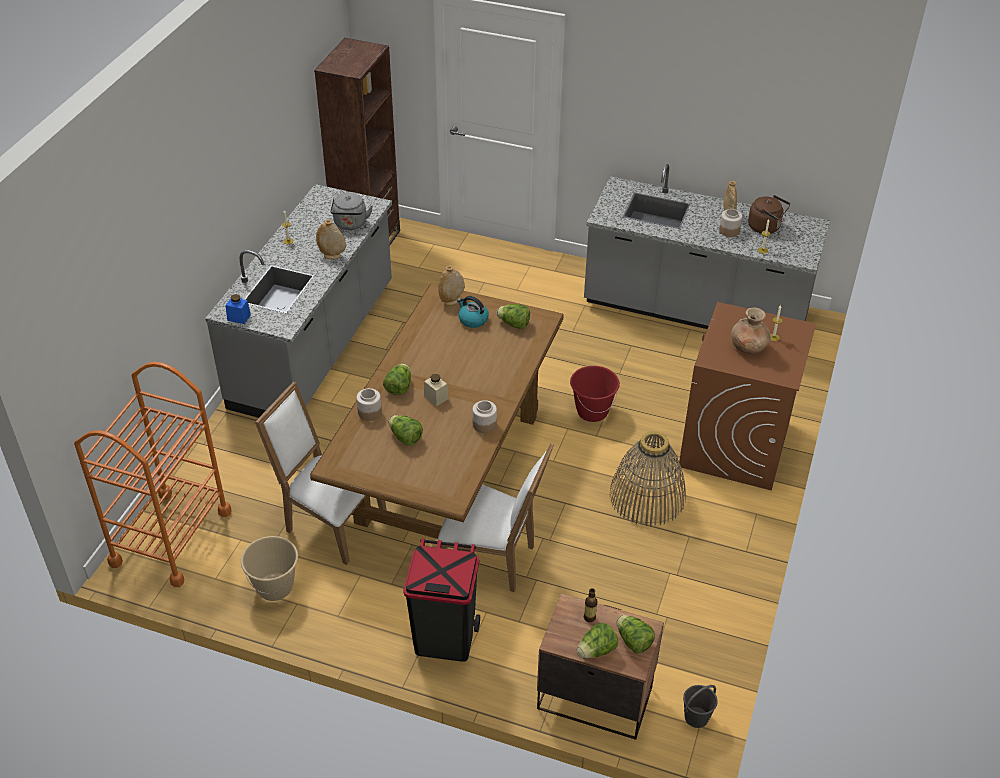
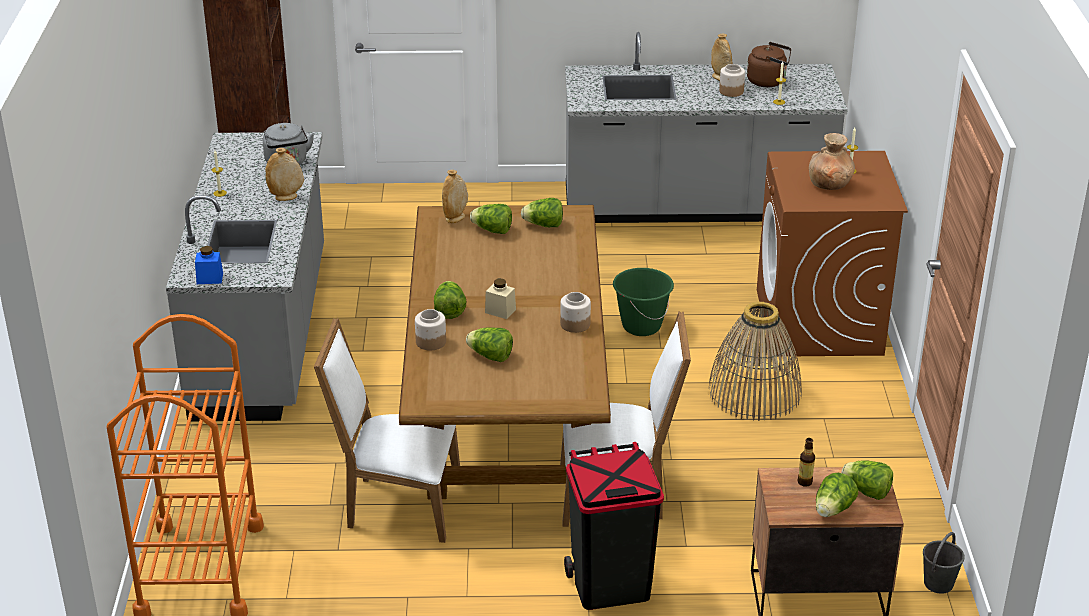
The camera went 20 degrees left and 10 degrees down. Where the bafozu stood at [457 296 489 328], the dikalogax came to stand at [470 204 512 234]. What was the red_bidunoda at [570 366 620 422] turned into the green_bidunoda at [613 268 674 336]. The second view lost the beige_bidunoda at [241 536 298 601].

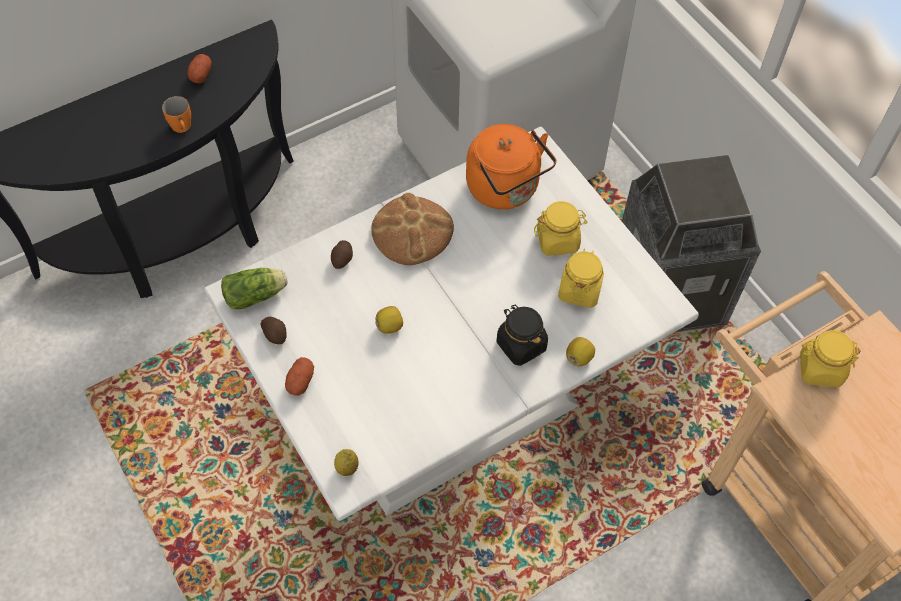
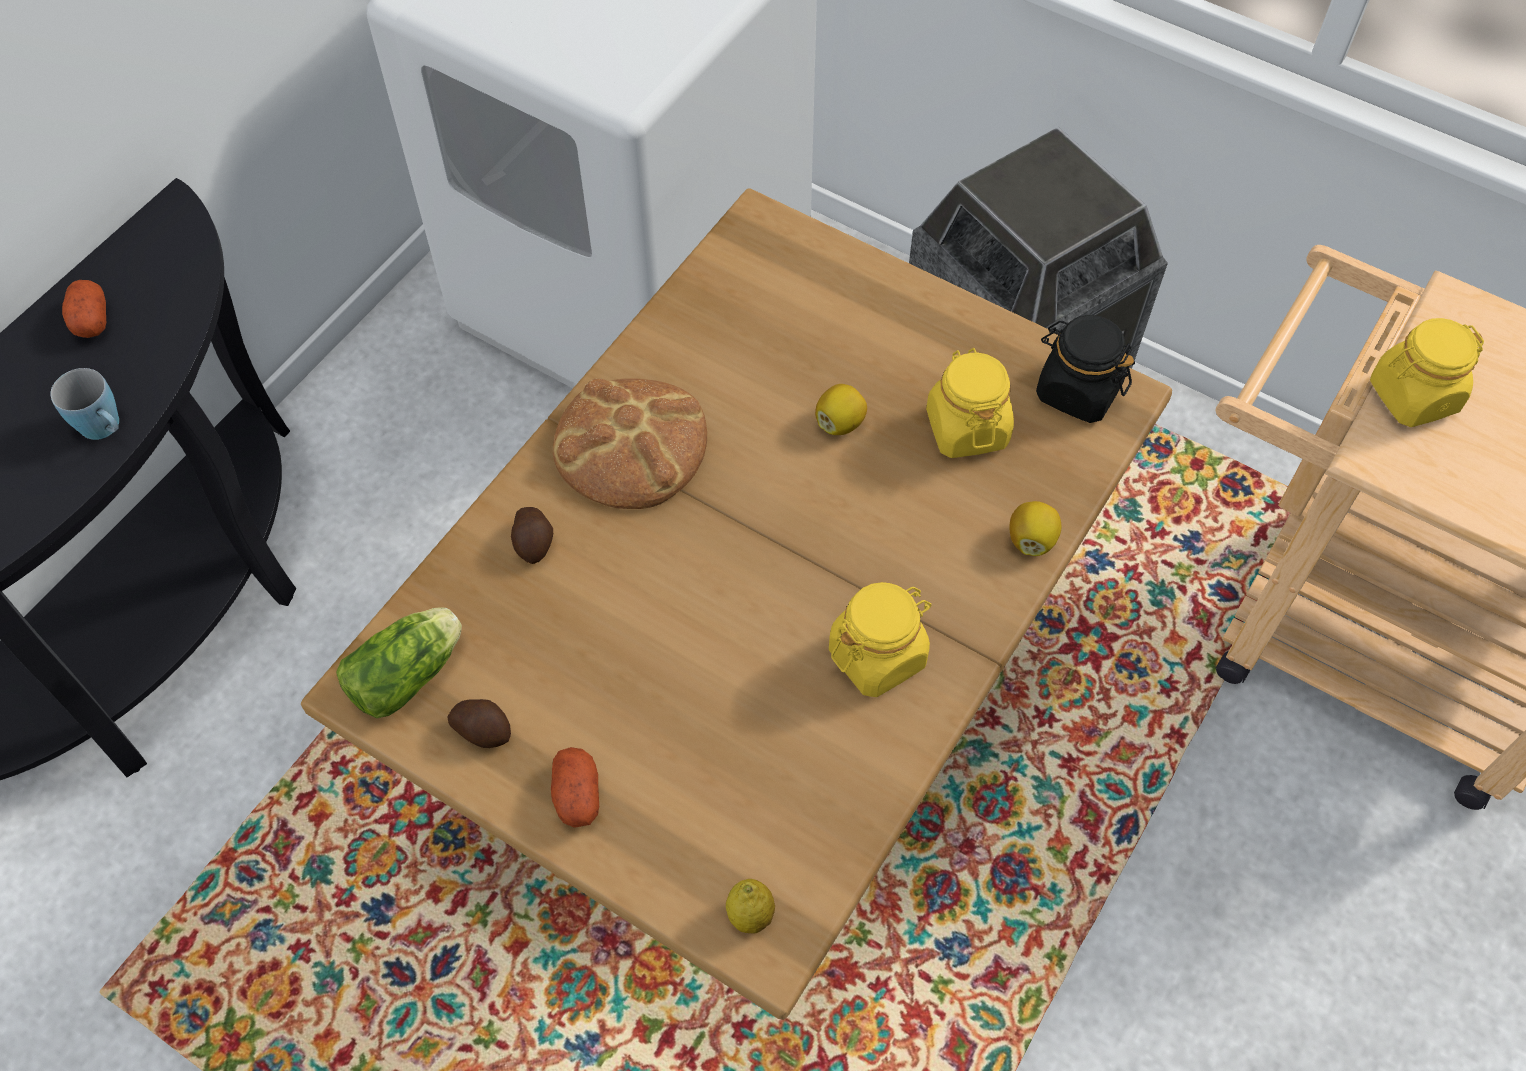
The camera went 25 degrees left and 0 degrees up. What was the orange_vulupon at [162 96 191 133] turned into the blue_vulupon at [50 368 119 440]. What was the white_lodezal at [204 127 699 521] turned into the brown_lodezal at [301 188 1172 1020]. The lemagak ended up elsewhere, having gone from [375 306 403 334] to [815 384 867 435]. The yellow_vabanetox ended up elsewhere, having gone from [534 201 588 256] to [829 582 932 697]. The black_vabanetox ended up elsewhere, having gone from [496 305 548 366] to [1036 315 1135 423]. The second view lost the orange_bafozu at [466 124 556 209].

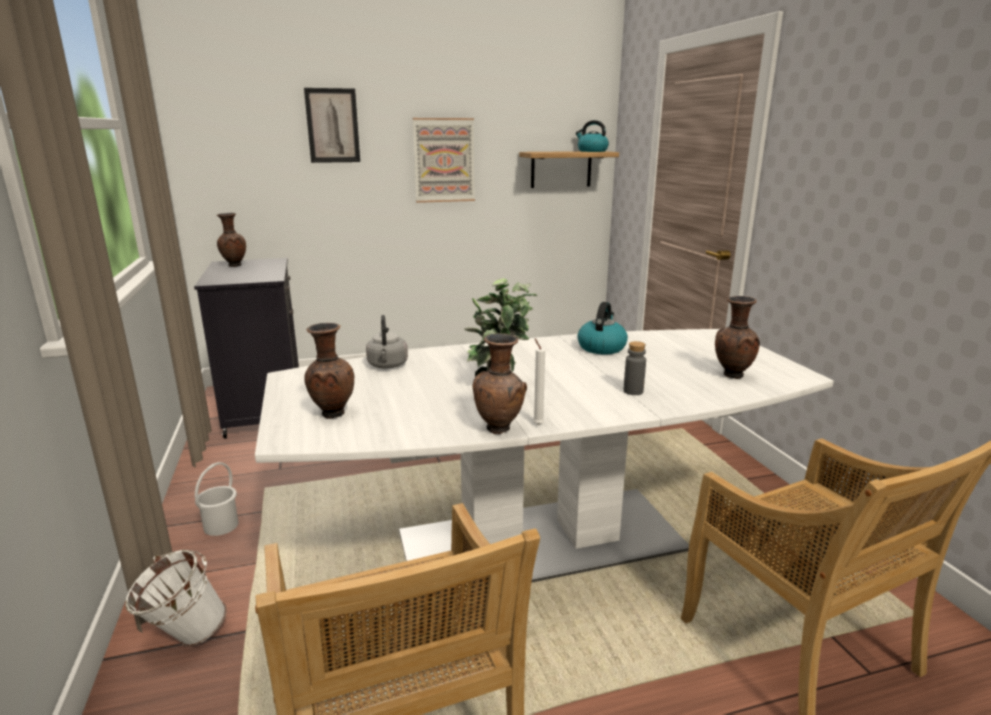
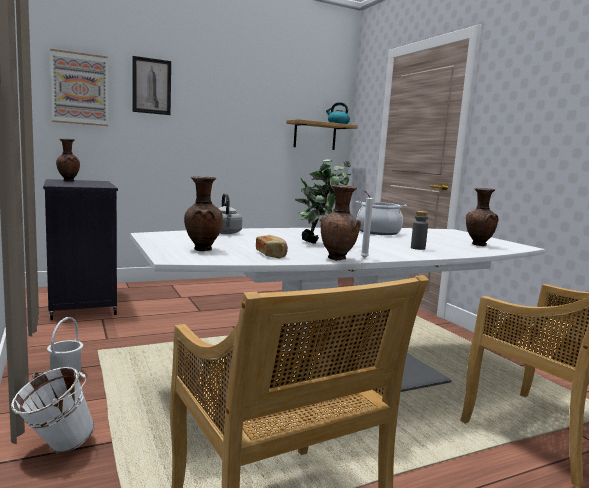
The camera went 10 degrees left and 10 degrees down. The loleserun ended up elsewhere, having gone from [413 118 475 203] to [50 49 108 126]. The second view gained the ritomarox at [256 235 288 259]. Where the bafozu stood at [577 302 628 354], the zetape came to stand at [356 201 407 235].

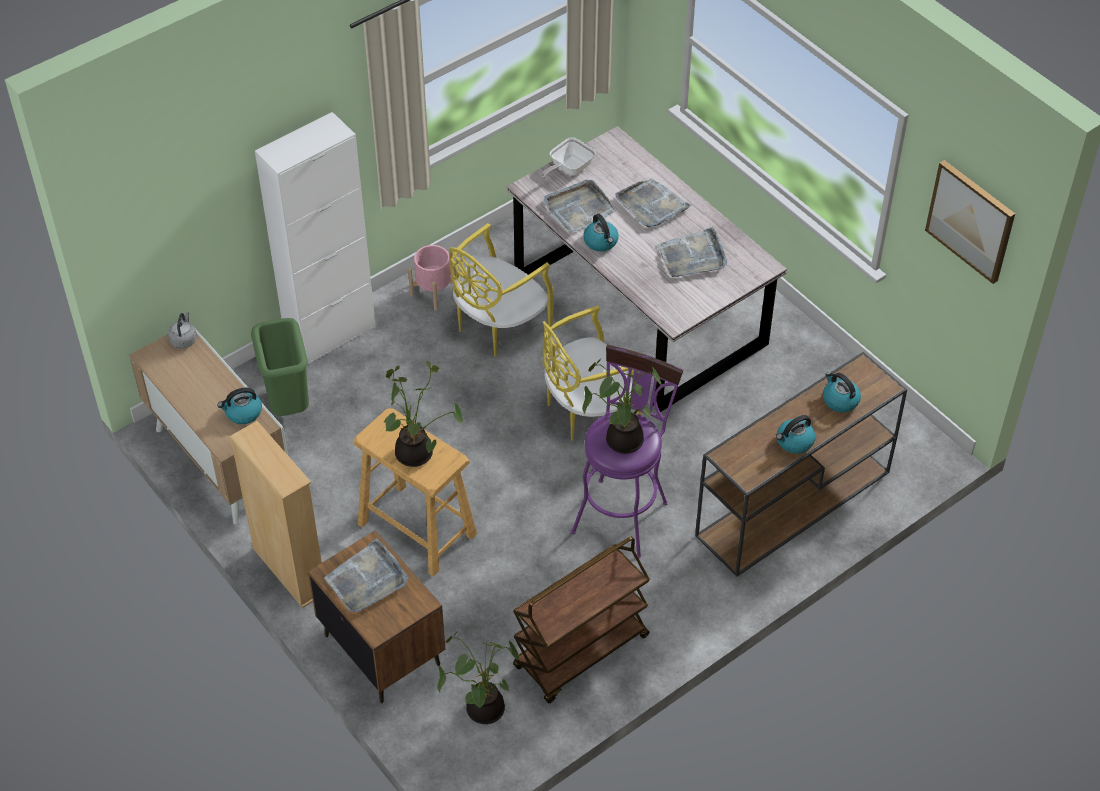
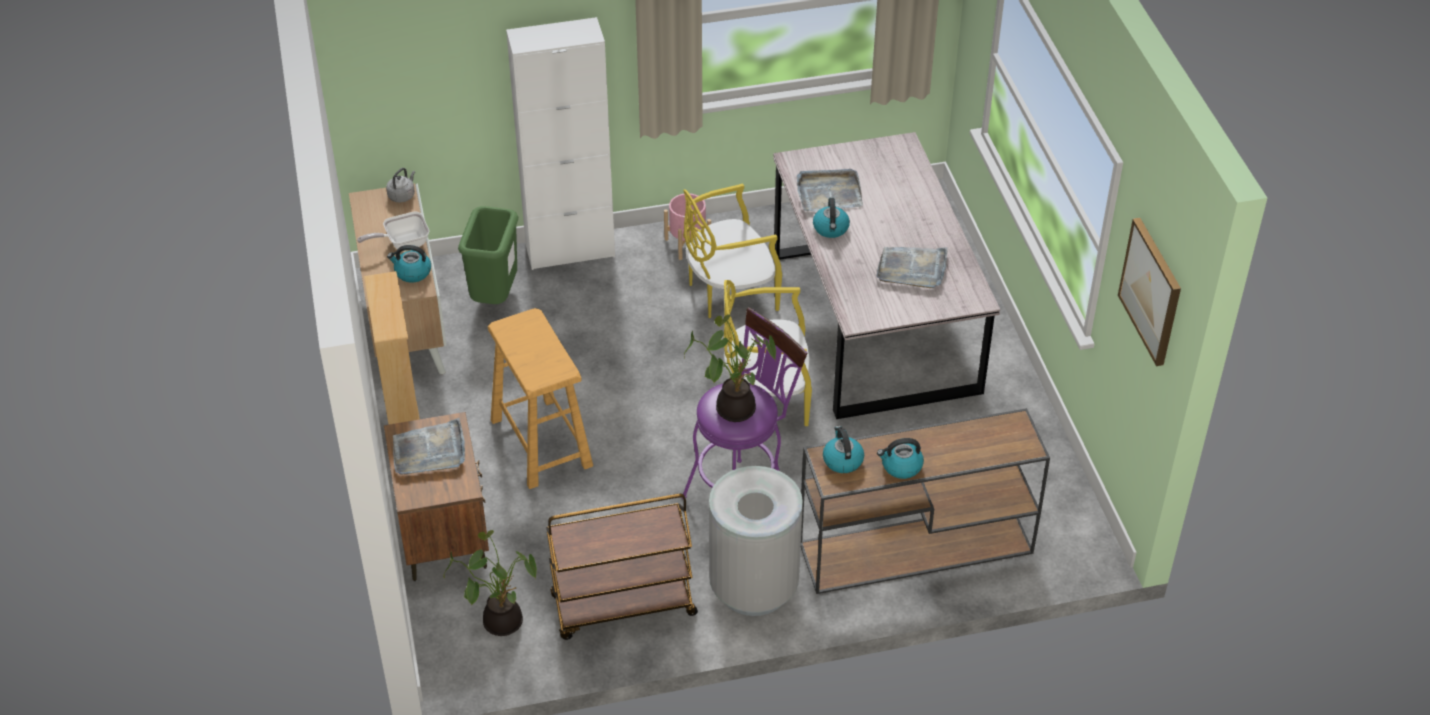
The camera went 25 degrees right and 5 degrees down. The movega ended up elsewhere, having gone from [540 137 596 179] to [357 211 429 249]. The second view gained the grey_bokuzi at [709 466 803 616]. The bafozu ended up elsewhere, having gone from [823 371 861 412] to [823 426 864 473]. The second view lost the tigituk at [383 361 463 467]. The second view lost the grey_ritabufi at [616 178 692 227].

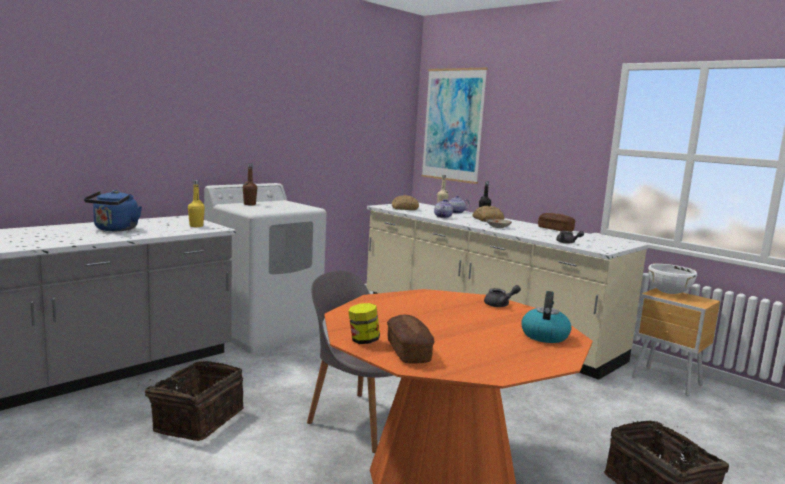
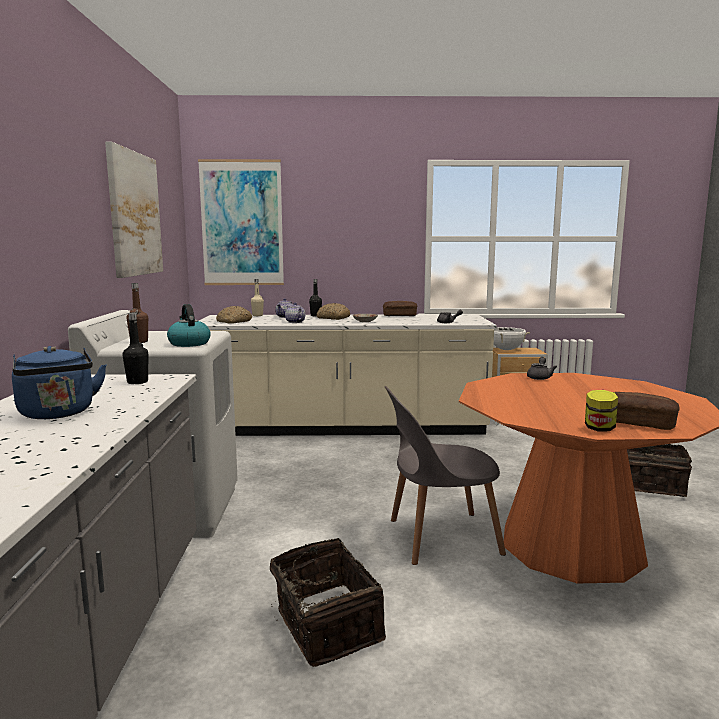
The camera went 45 degrees left and 0 degrees up. The second view gained the loleserun at [105 141 163 278]. What was the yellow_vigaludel at [188 180 205 227] turned into the black_vigaludel at [123 313 149 384]. The bafozu ended up elsewhere, having gone from [521 291 571 343] to [167 304 211 347].

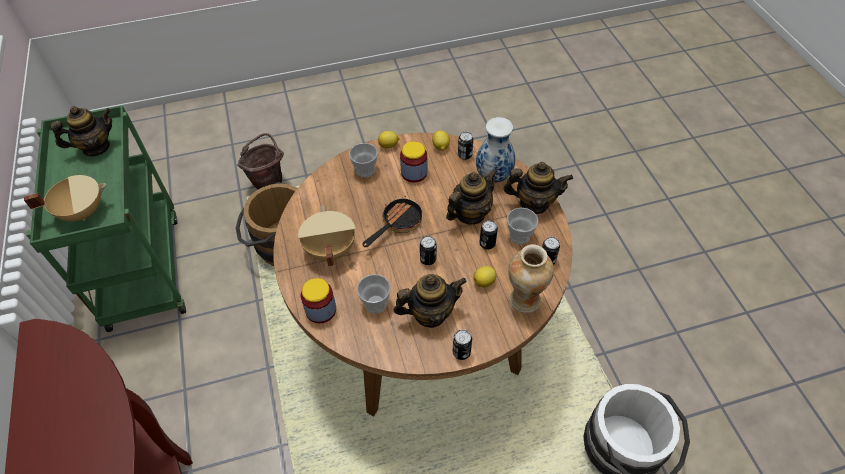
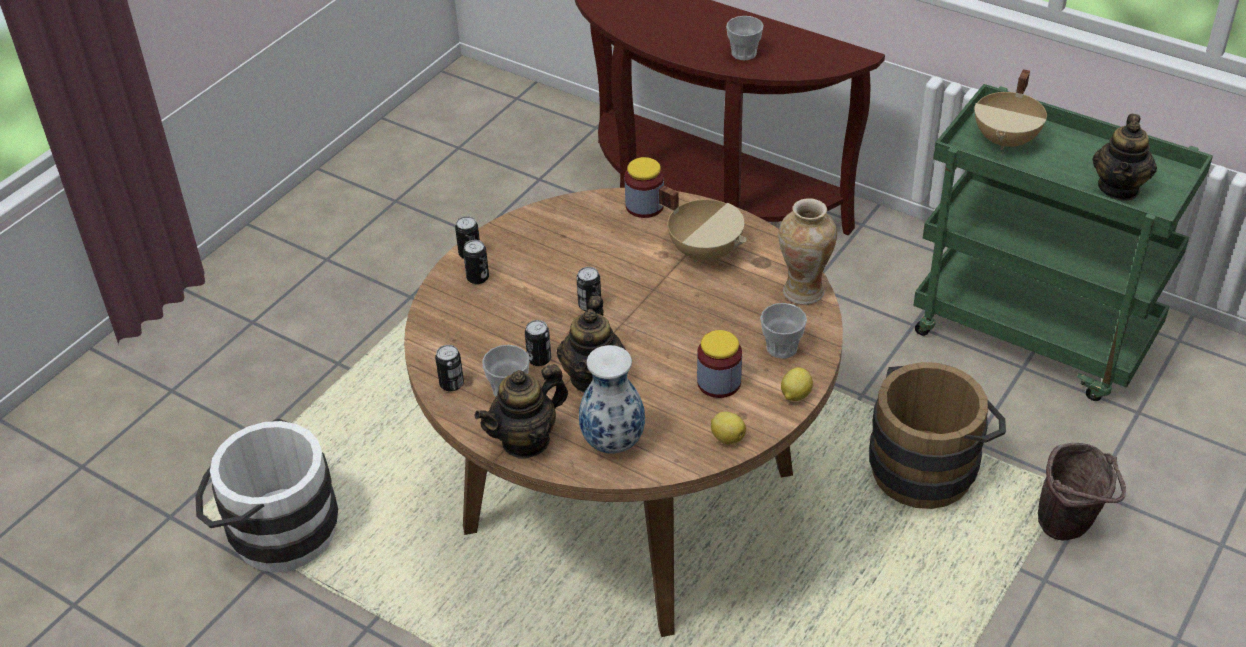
The camera went 140 degrees right and 10 degrees down. The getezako ended up elsewhere, having gone from [458 132 473 160] to [463 240 489 284]. The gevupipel ended up elsewhere, having gone from [357 274 391 313] to [726 16 764 60]. The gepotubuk ended up elsewhere, having gone from [508 244 554 313] to [778 198 837 305]. The second view lost the movega at [362 196 423 247]. The second view lost the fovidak at [394 274 467 328]. The second view lost the lemagak at [474 266 496 287].

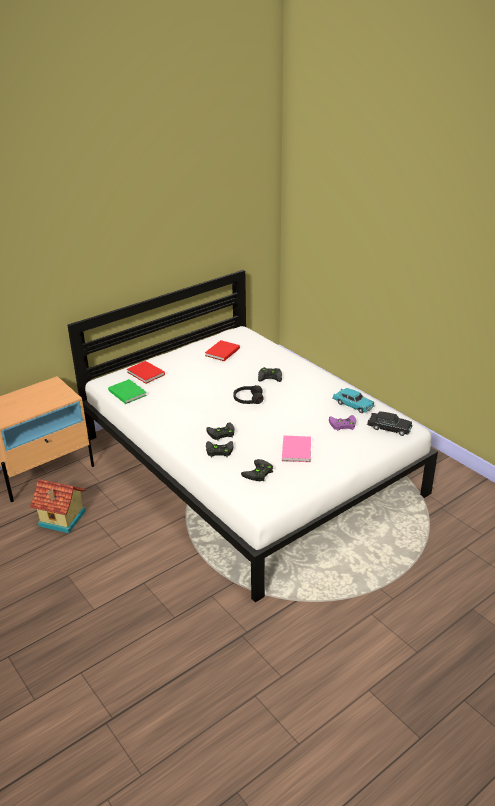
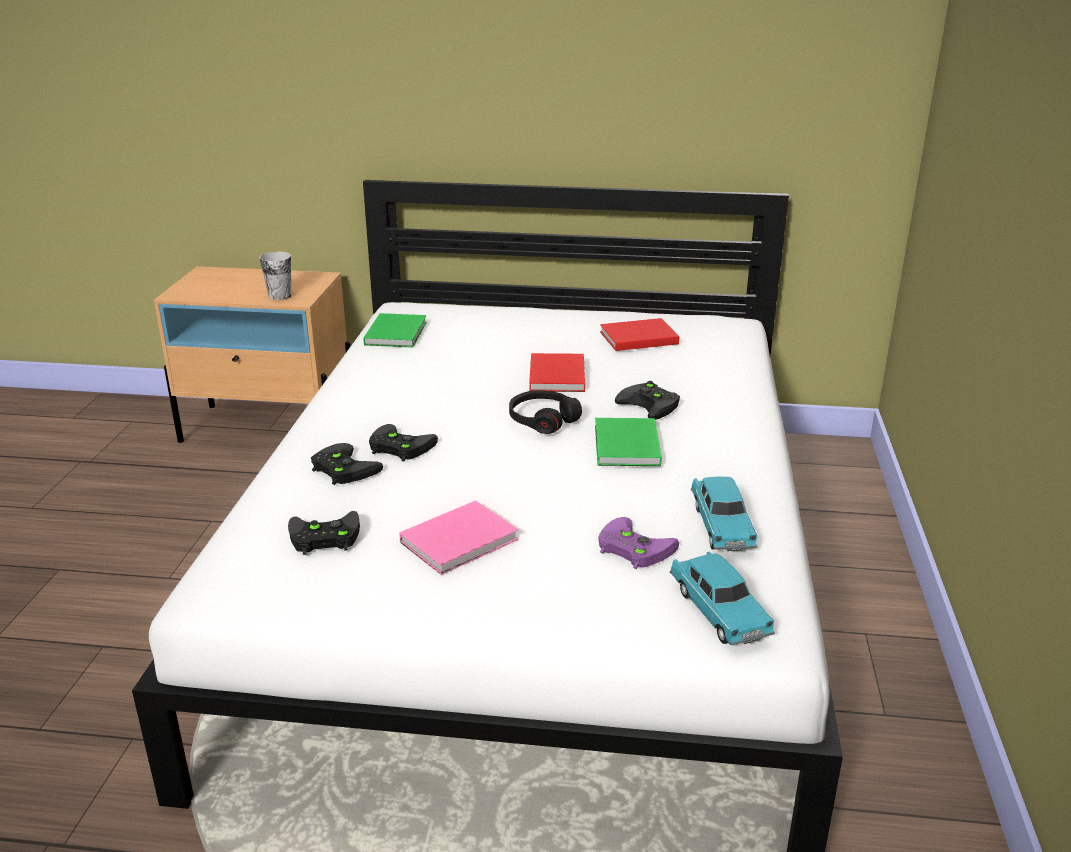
The camera went 45 degrees right and 5 degrees down. The second view gained the gevupipel at [259 252 291 300]. The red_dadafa ended up elsewhere, having gone from [127 361 165 384] to [529 353 585 392]. The second view gained the green_dadafa at [595 418 662 466]. What was the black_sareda at [367 412 413 436] turned into the turquoise_sareda at [670 552 775 645]. The second view lost the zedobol at [30 479 86 533].

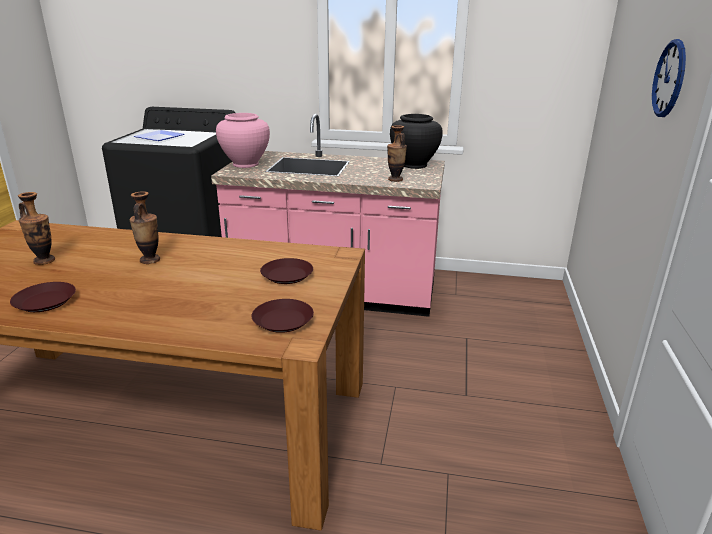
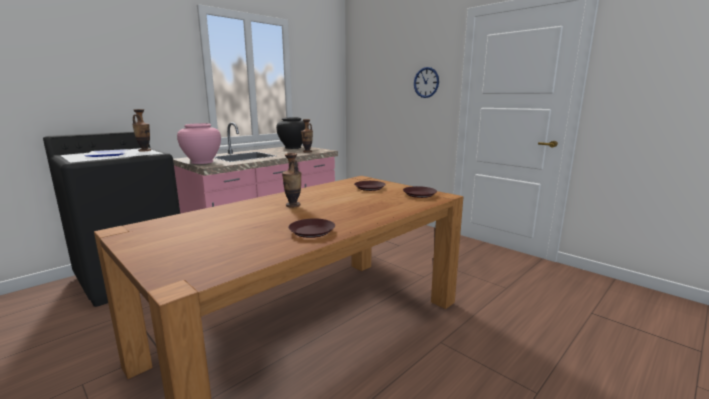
The camera went 55 degrees left and 10 degrees down. The gepotubuk ended up elsewhere, having gone from [18 192 55 265] to [132 109 151 151].

